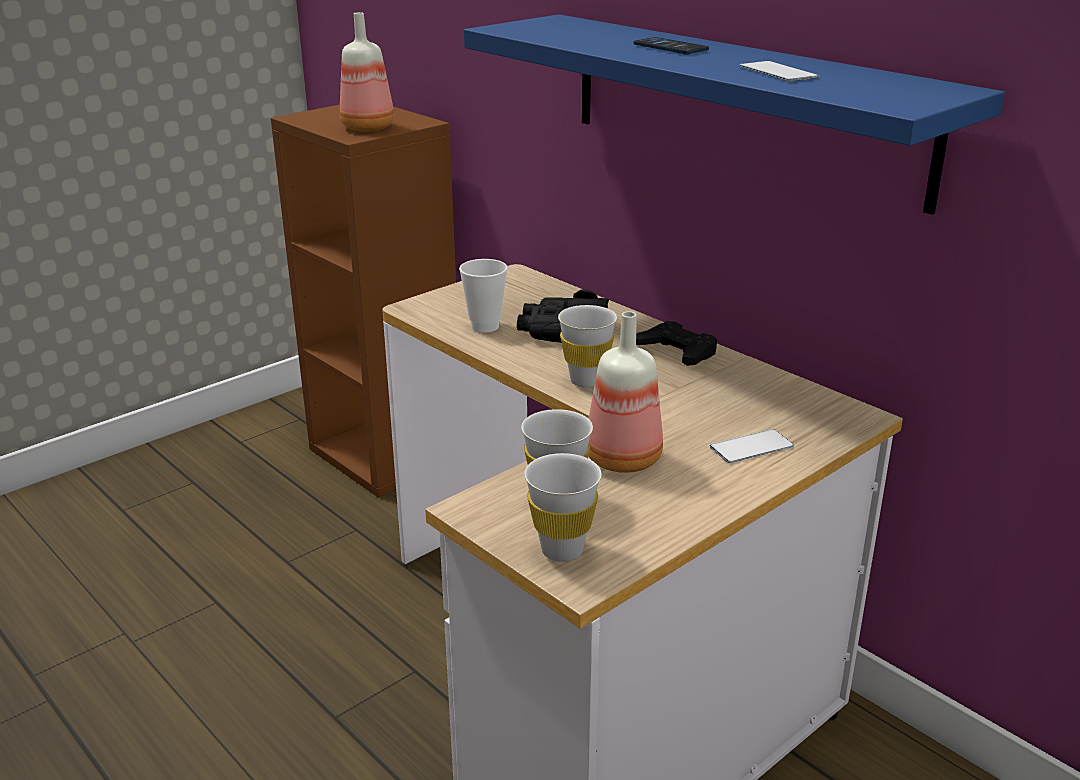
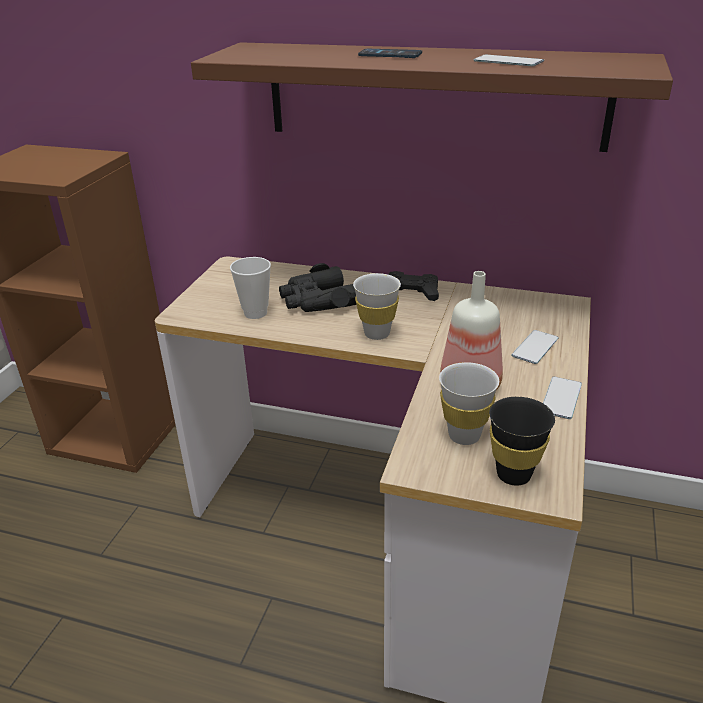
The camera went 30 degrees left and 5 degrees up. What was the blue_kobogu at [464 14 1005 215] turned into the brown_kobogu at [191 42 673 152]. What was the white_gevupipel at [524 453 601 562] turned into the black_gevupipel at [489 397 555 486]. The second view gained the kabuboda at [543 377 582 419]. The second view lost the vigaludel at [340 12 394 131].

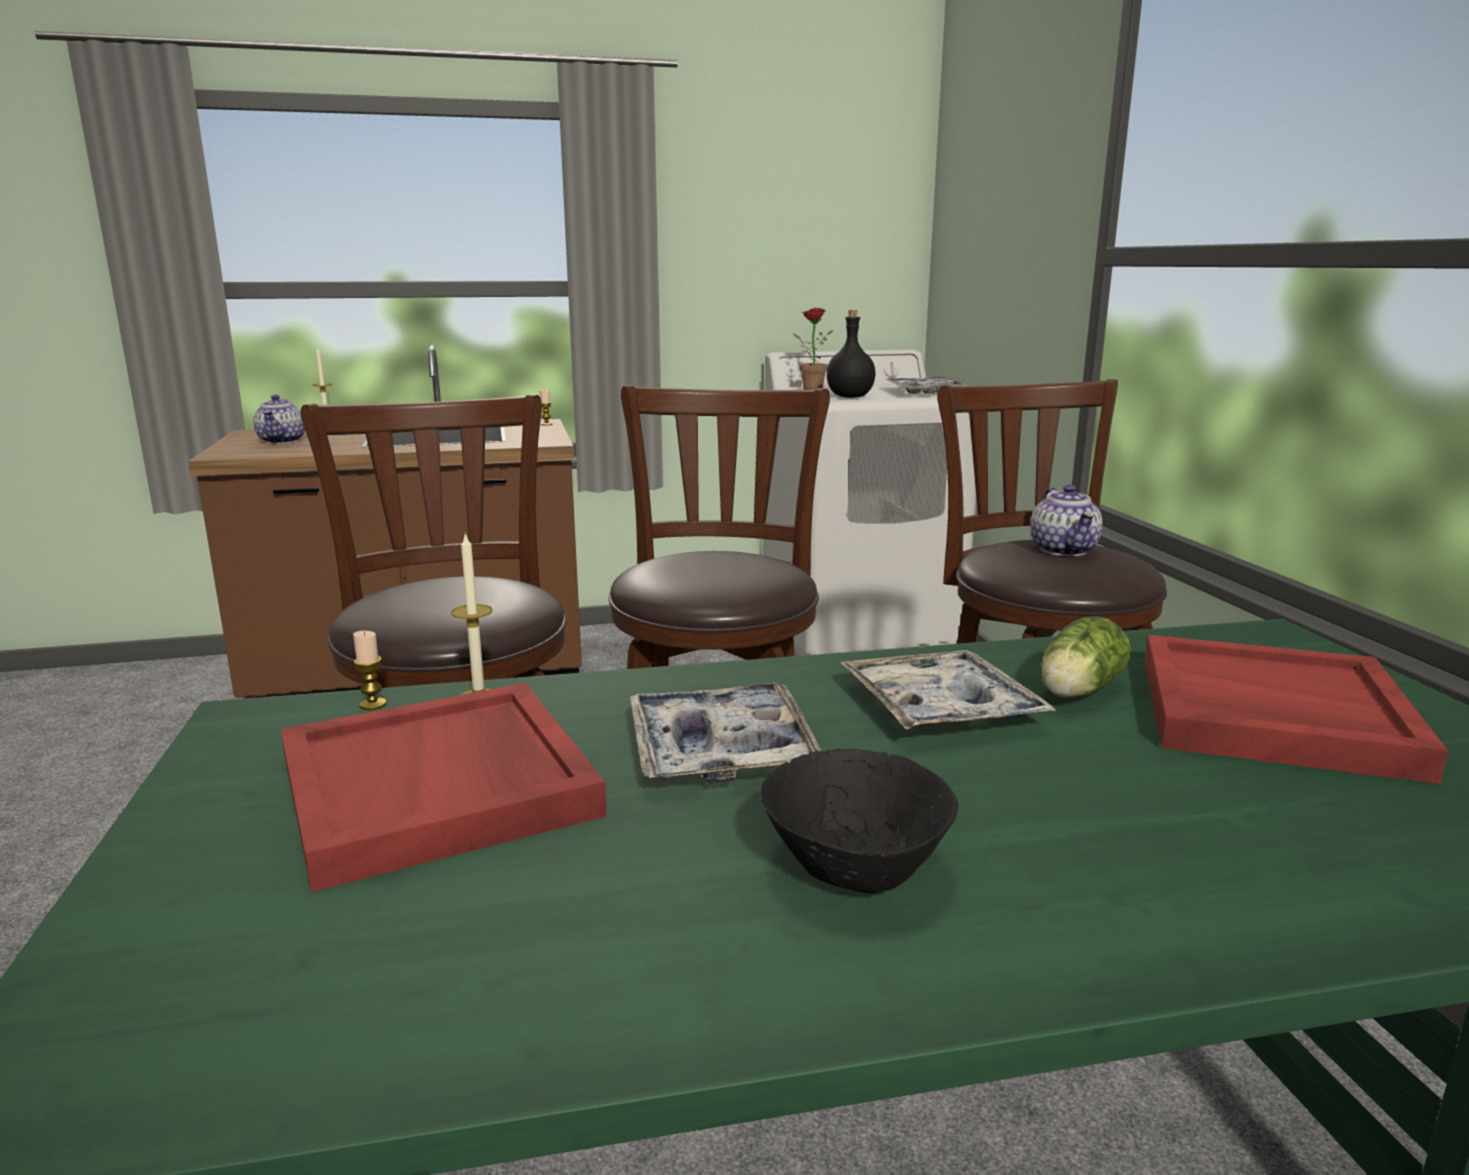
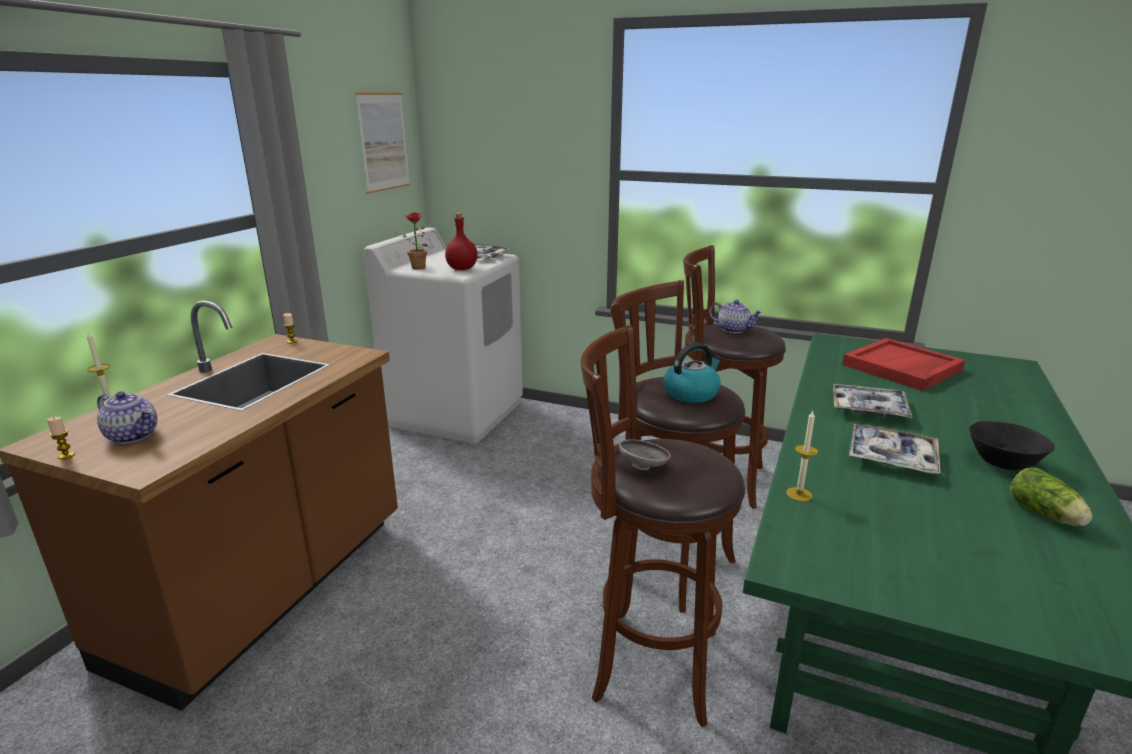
The camera went 55 degrees left and 5 degrees up. The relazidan ended up elsewhere, having gone from [353 631 387 710] to [47 417 75 459]. The second view gained the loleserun at [355 92 410 194]. What was the black_vigaludel at [826 310 876 398] turned into the red_vigaludel at [445 213 478 270]. The second view gained the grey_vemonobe at [619 439 671 470]. The second view gained the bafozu at [664 343 722 403]. The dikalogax ended up elsewhere, having gone from [1041 616 1131 698] to [1010 468 1092 526]. The second view lost the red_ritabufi at [281 683 607 892].

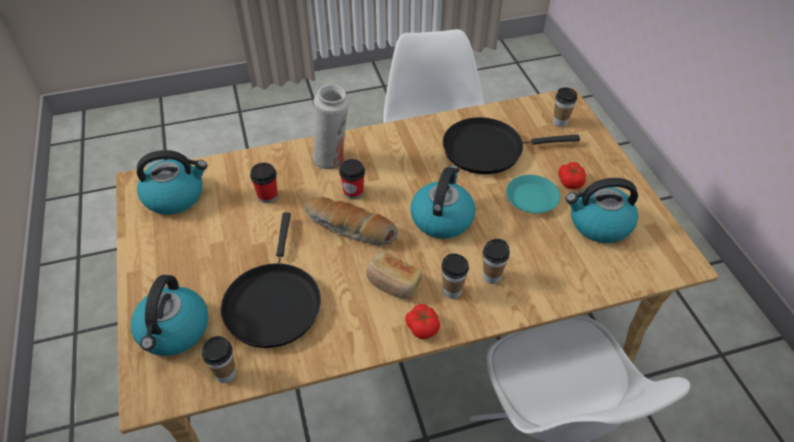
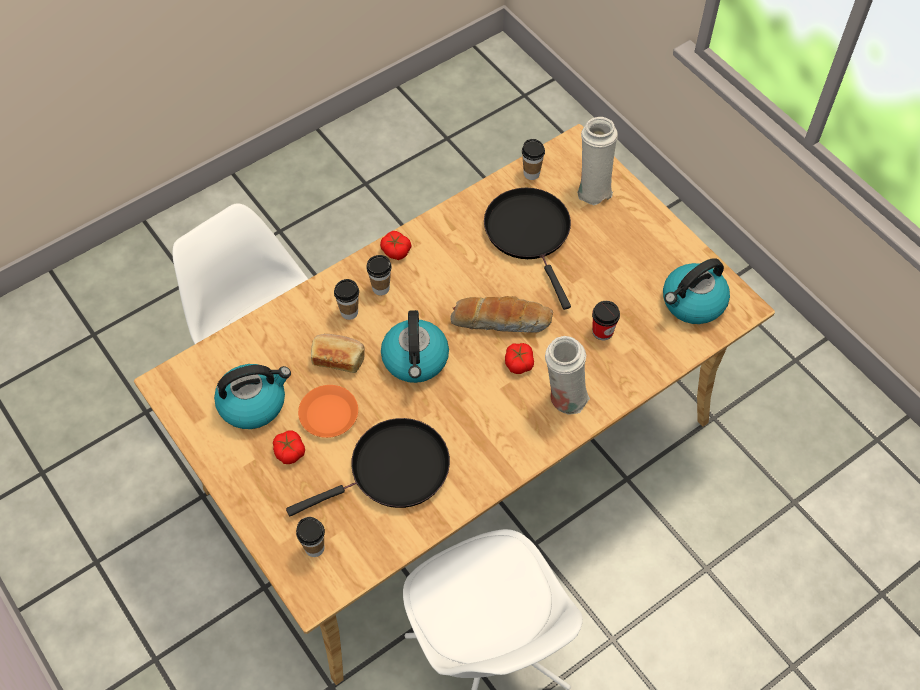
The camera went 160 degrees right and 10 degrees up. What was the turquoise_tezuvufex at [506 175 560 213] turned into the orange_tezuvufex at [298 385 358 438]. The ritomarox ended up elsewhere, having gone from [366 252 422 298] to [311 334 365 373]. Where the gevupipel stood at [339 159 365 199], the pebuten came to stand at [505 343 534 374]. Where the bafozu stood at [131 275 208 356], the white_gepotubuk came to stand at [577 117 618 206].

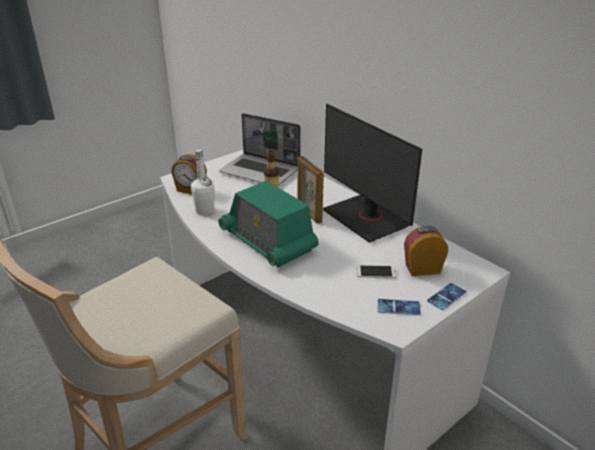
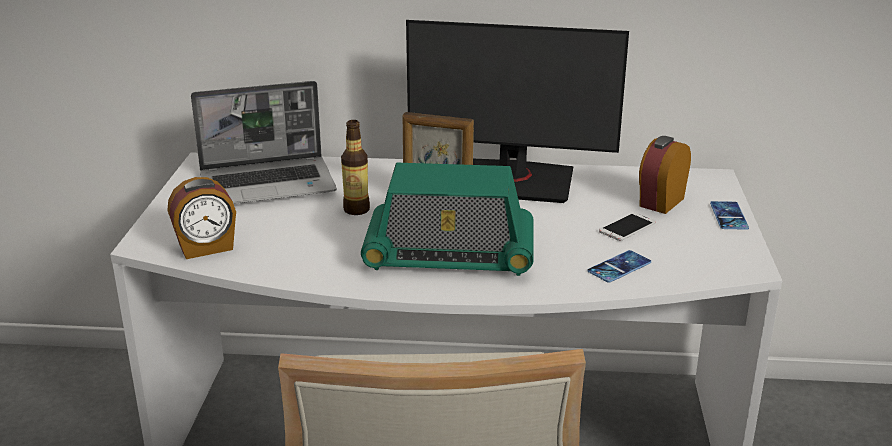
The camera went 45 degrees left and 5 degrees down. The kabuboda ended up elsewhere, having gone from [378 299 421 315] to [588 250 651 283]. The second view lost the white_vigaludel at [191 149 214 215].

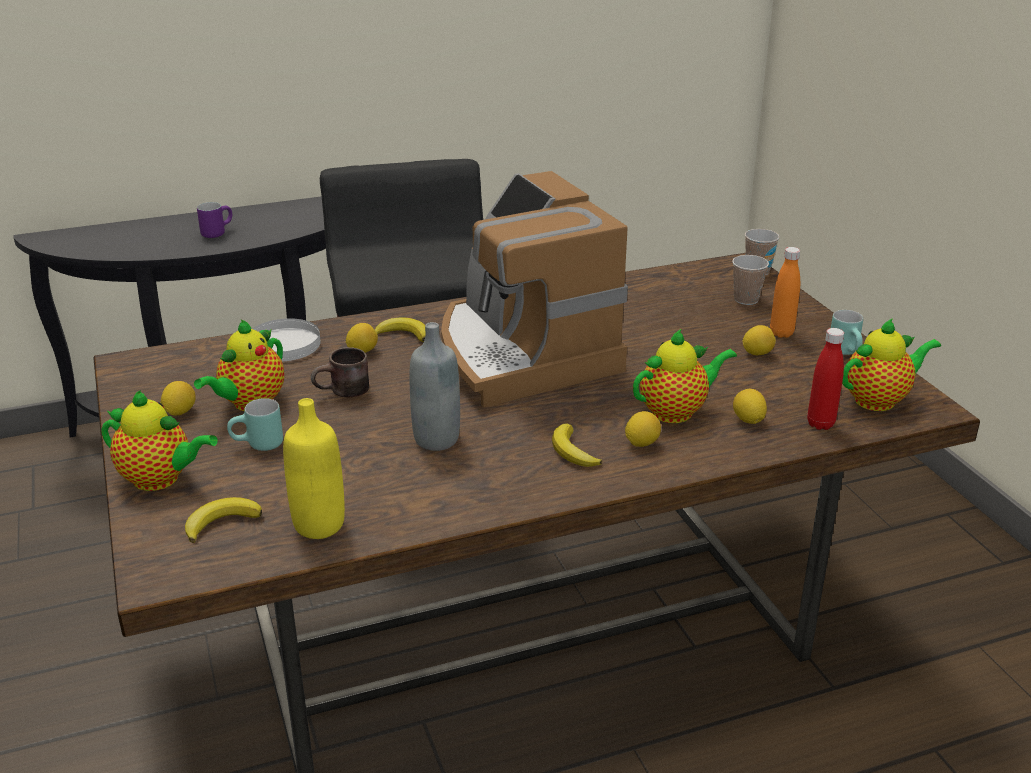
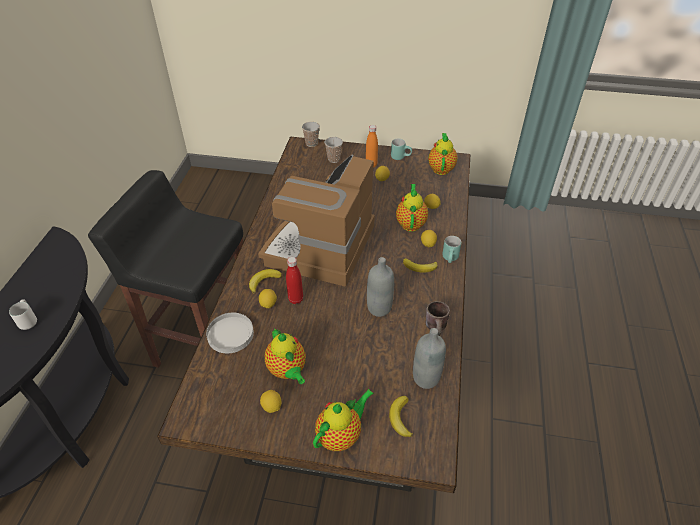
The camera went 60 degrees left and 15 degrees up. What was the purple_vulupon at [197 202 232 238] turned into the white_vulupon at [9 299 37 330]. The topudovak at [441 171 628 408] ended up facing another way, 105 degrees clockwise from before. The red_vigaludel ended up elsewhere, having gone from [807 328 844 430] to [286 257 303 304]. What was the yellow_vigaludel at [283 398 345 539] turned into the grey_vigaludel at [413 328 446 389]. The brown_vulupon ended up elsewhere, having gone from [311 347 369 397] to [426 301 450 336]. The turquoise_vulupon ended up elsewhere, having gone from [227 398 283 451] to [442 236 461 263].

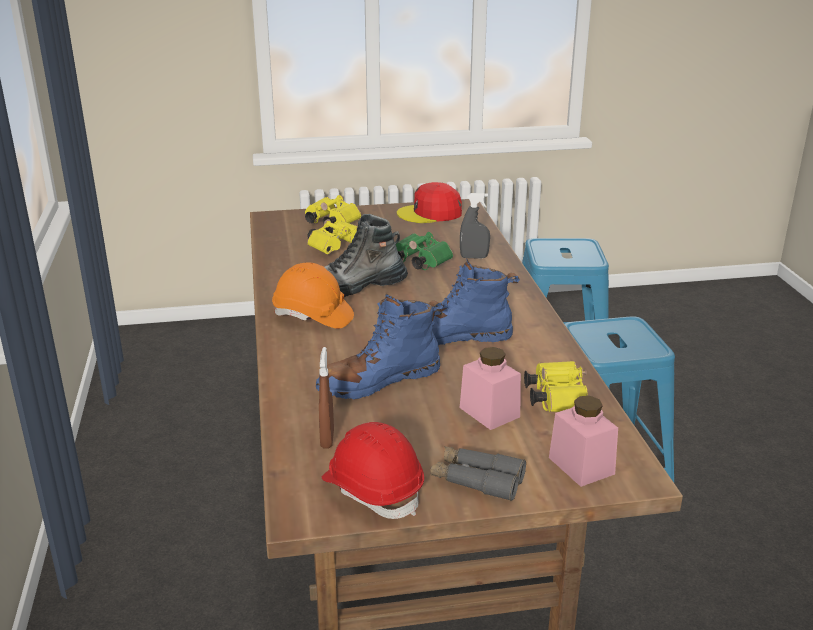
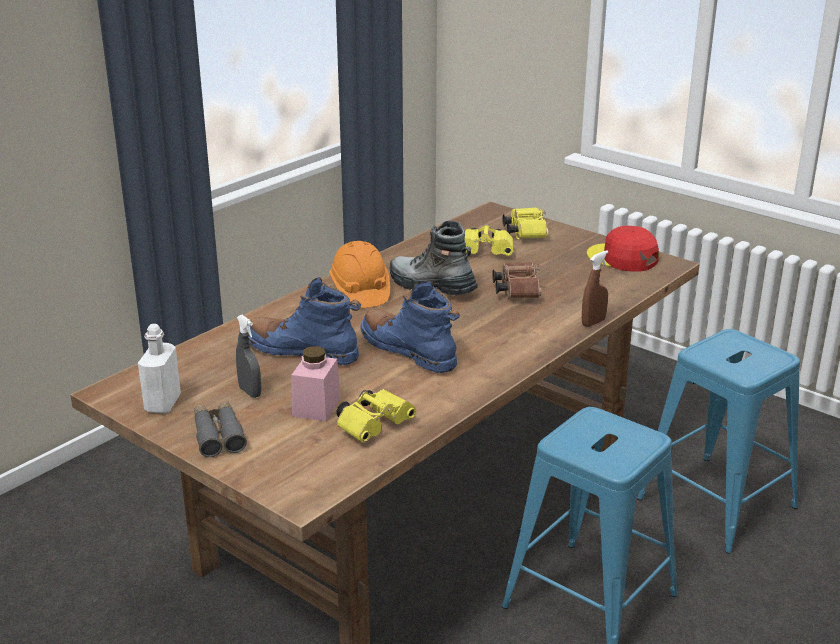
The camera went 50 degrees right and 0 degrees up. Where the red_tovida stood at [322 422 424 519], the white_vigaludel came to stand at [138 324 181 413]. The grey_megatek ended up elsewhere, having gone from [460 193 490 259] to [236 315 262 398]. What was the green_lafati at [396 232 453 270] turned into the brown_lafati at [492 262 541 299]. The brown_megatek ended up elsewhere, having gone from [319 347 334 448] to [582 250 609 327]. The second view lost the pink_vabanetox at [549 396 618 487].

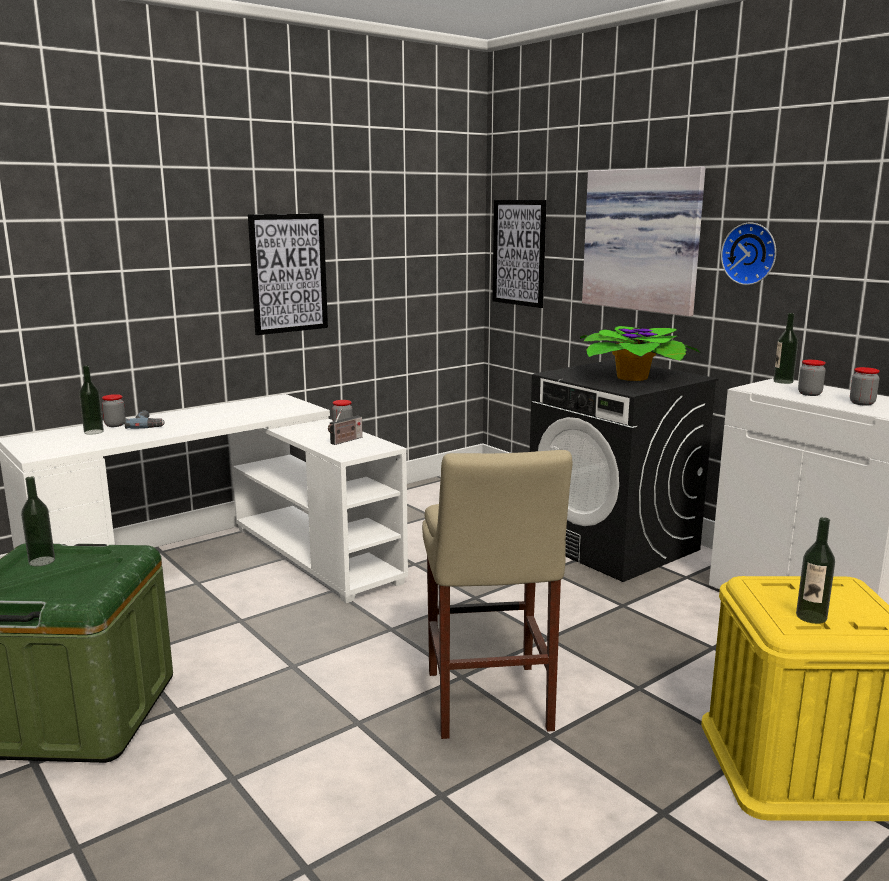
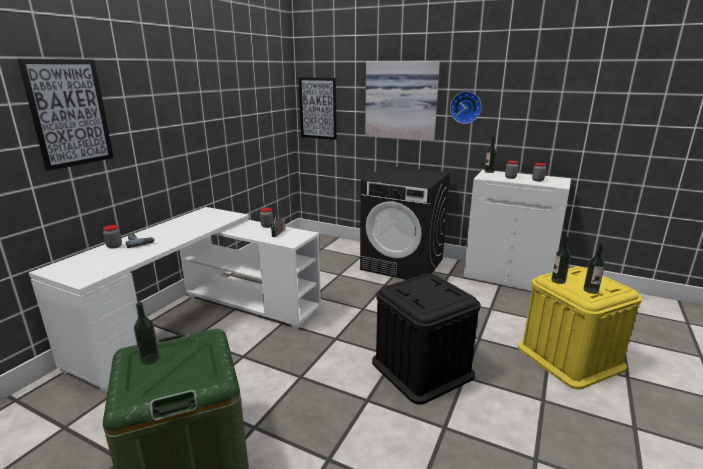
The camera went 25 degrees left and 5 degrees up. The loleserun ended up elsewhere, having gone from [248 214 328 335] to [18 59 114 171]. Where the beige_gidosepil stood at [422 450 572 739], the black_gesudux came to stand at [372 273 481 405]. The vigaludel ended up elsewhere, having gone from [79 366 104 435] to [551 236 571 284]. The second view lost the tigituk at [580 326 702 381].

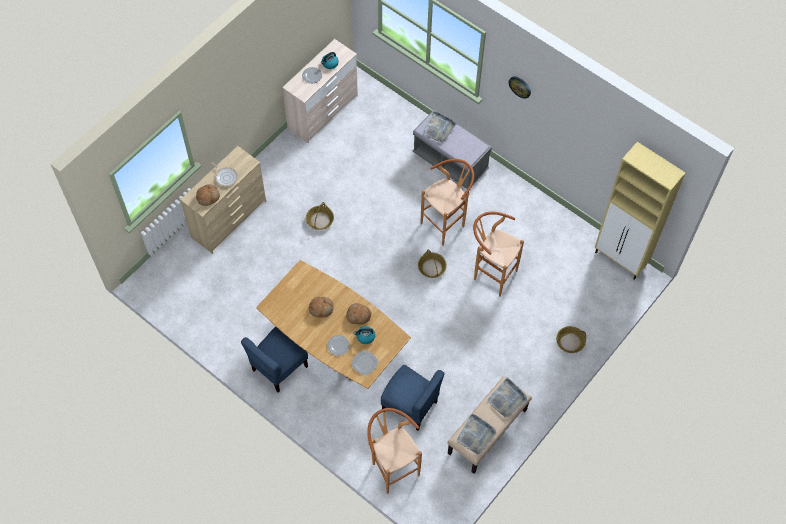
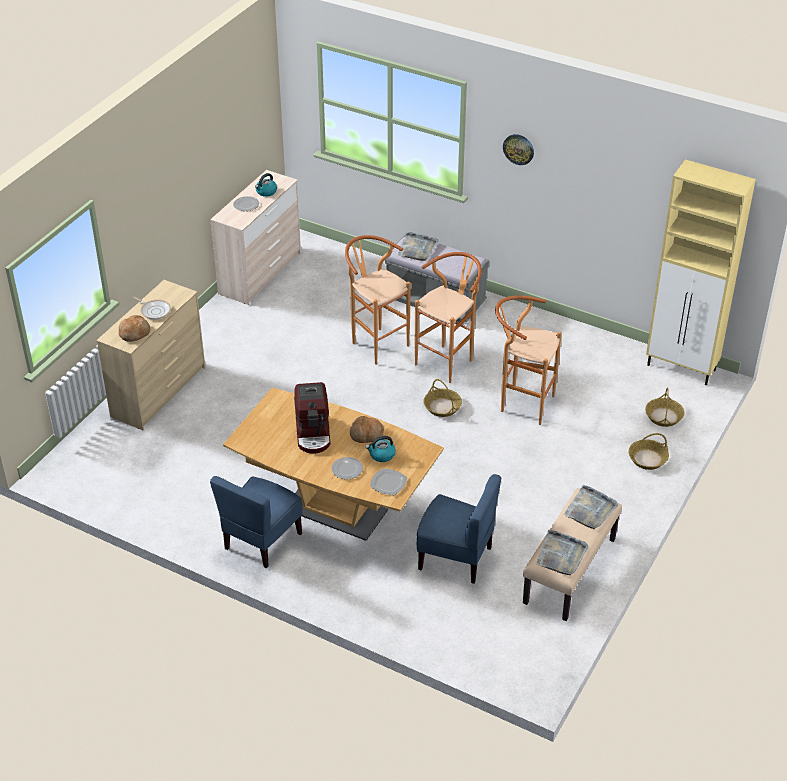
The camera went 10 degrees left and 20 degrees down. Where the ritomarox stood at [309 297 333 318], the topudovak came to stand at [294 382 331 454]. The brown_gidosepil ended up elsewhere, having gone from [367 408 422 494] to [345 235 411 365]. The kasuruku ended up elsewhere, having gone from [306 202 334 230] to [645 387 685 427].

